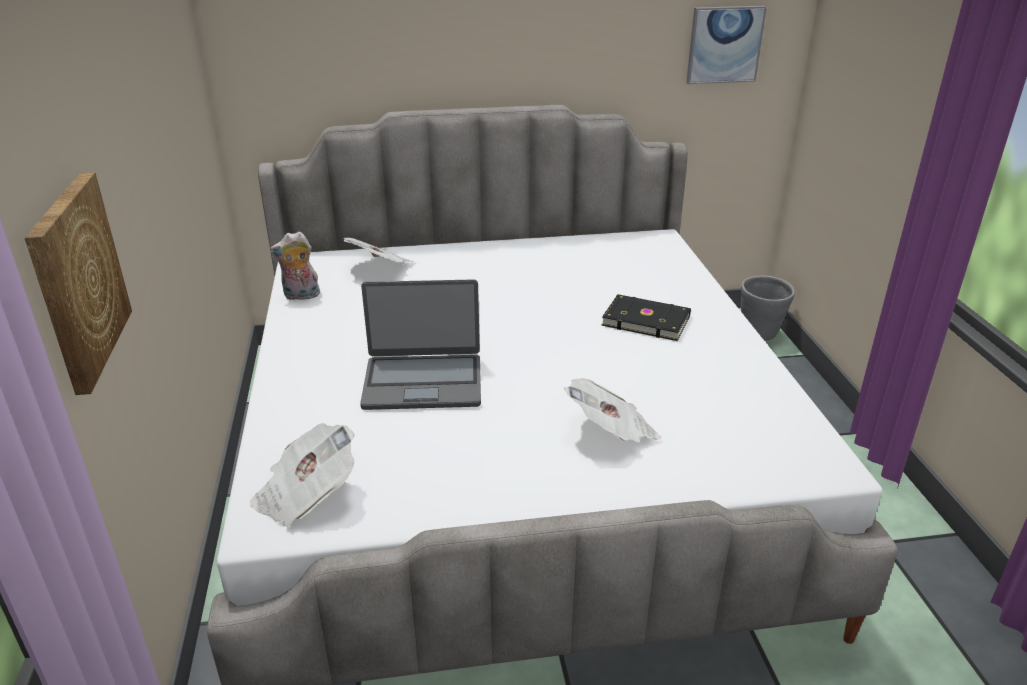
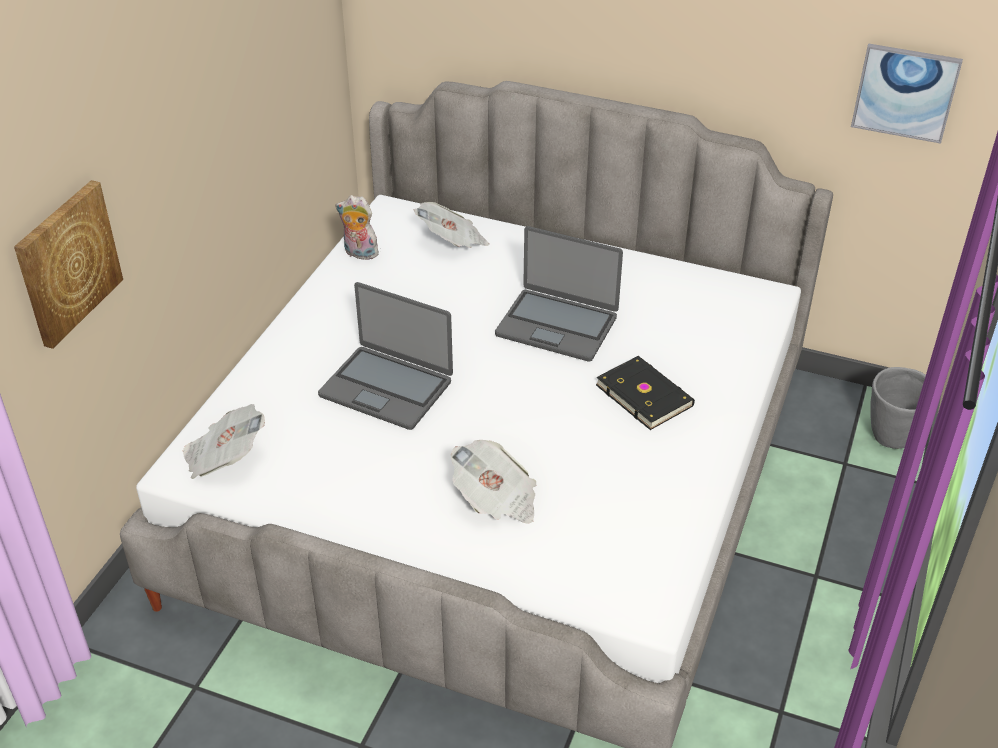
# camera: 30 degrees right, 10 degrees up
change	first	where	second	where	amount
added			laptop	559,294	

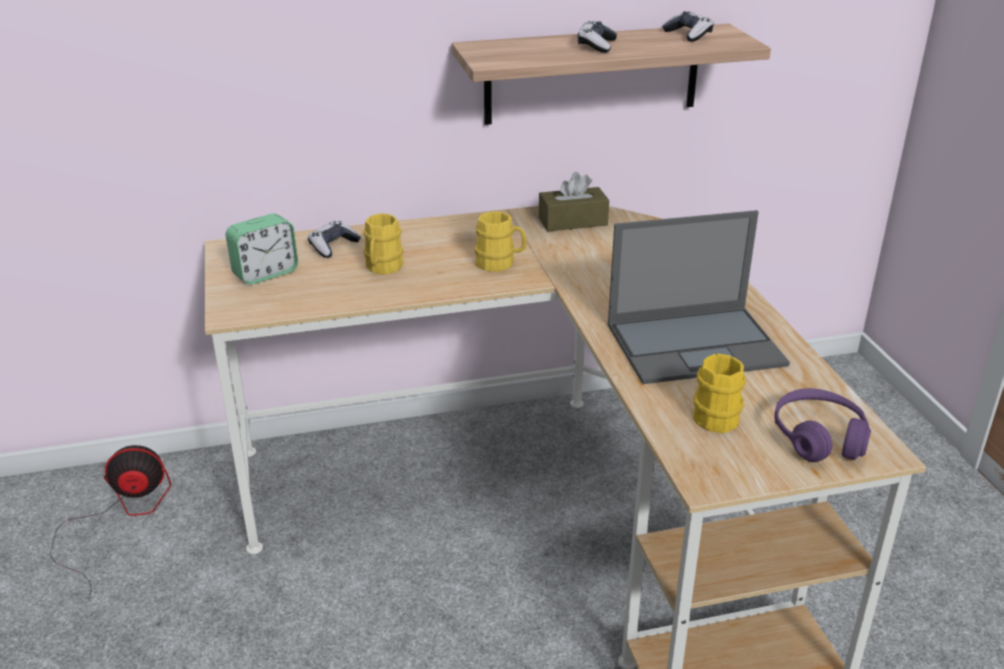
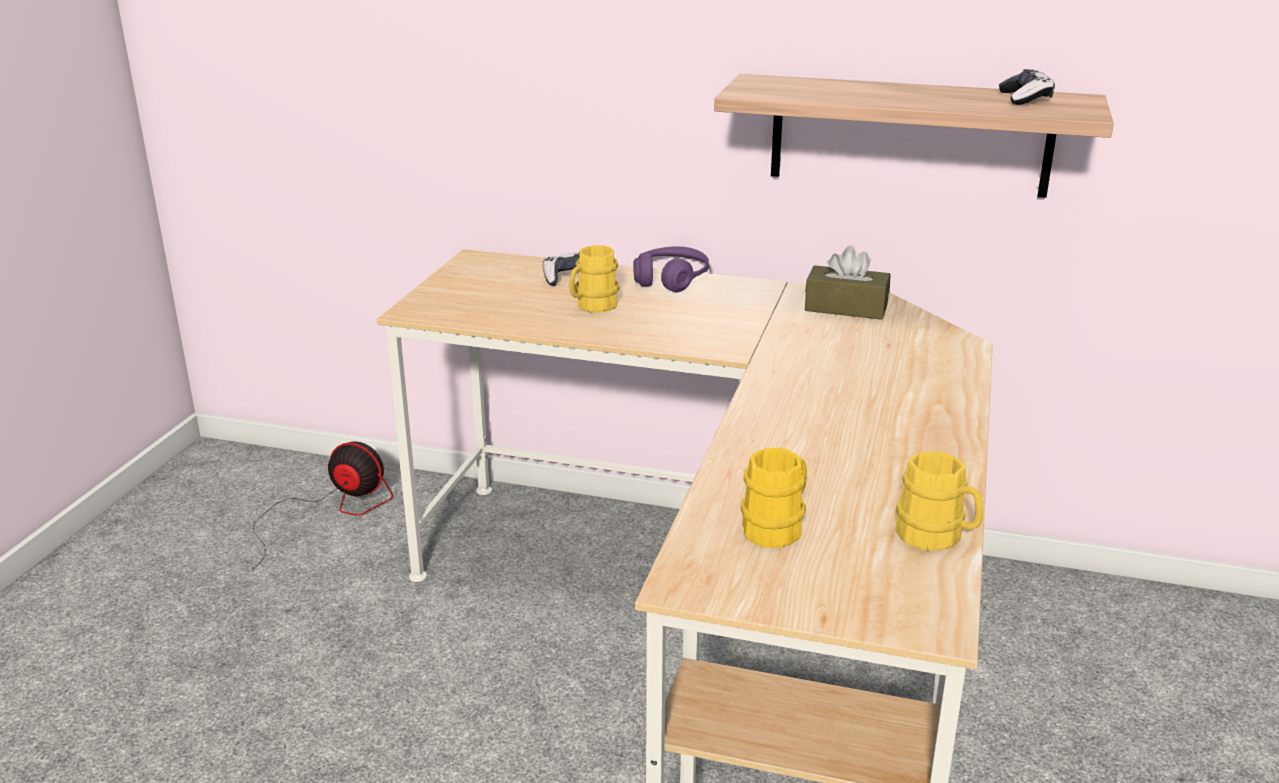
# camera: 30 degrees right, 5 degrees down
change	first	where	second	where	amount
removed	alarm clock	262,249			
removed	game controller	597,37			
removed	laptop	699,297			
moved	yellow mug	501,241		939,501	
moved	purple headphones	822,425		671,269	

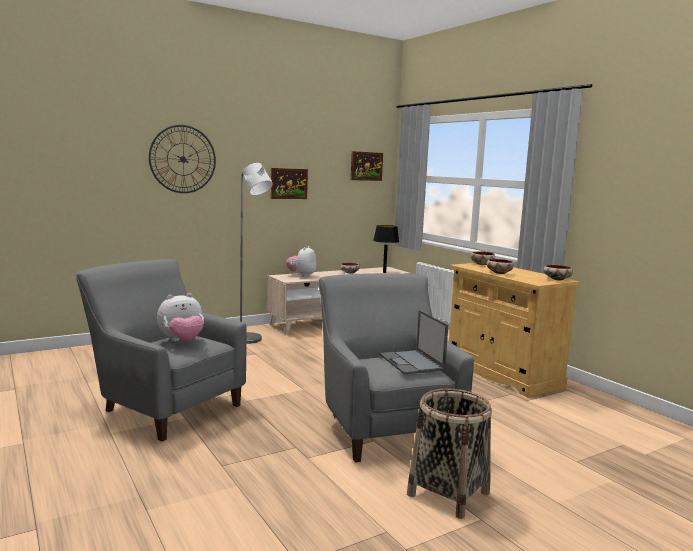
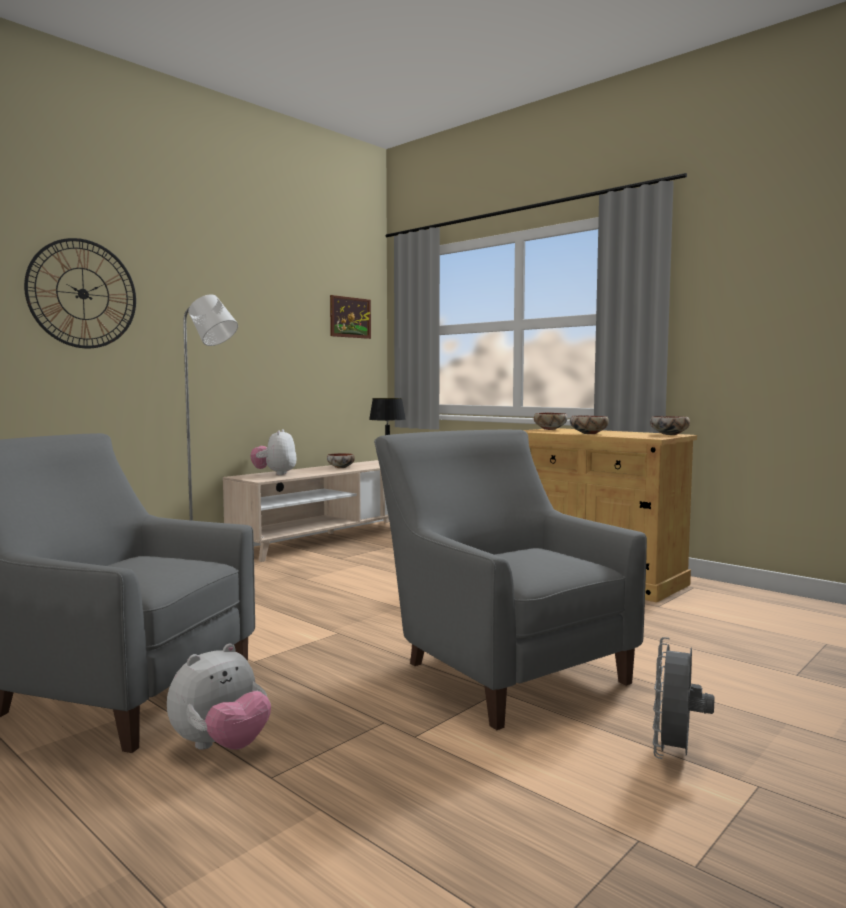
# camera: 15 degrees left, 5 degrees down
change	first	where	second	where	amount
removed	picture	289,183			
removed	laptop	414,342			
moved	plush toy	180,317		219,696	
replaced	basket	449,454	grey fan	684,698	

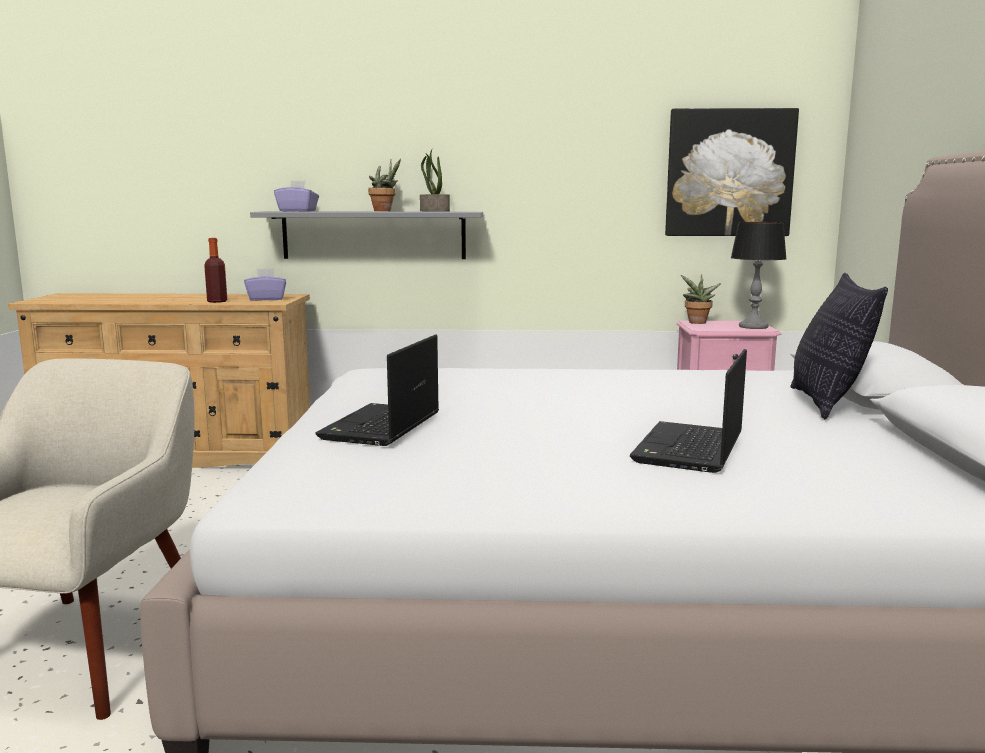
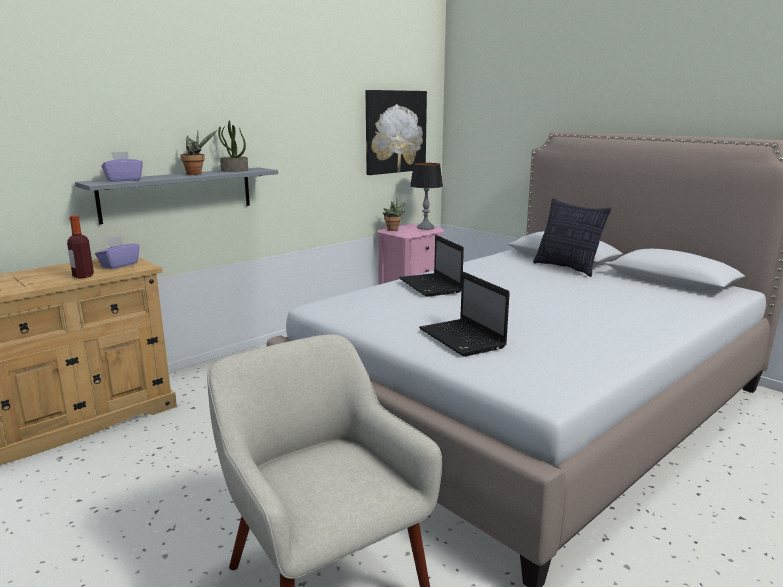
# camera: 45 degrees left, 5 degrees up
change	first	where	second	where	amount
moved	laptop	688,411		431,266	

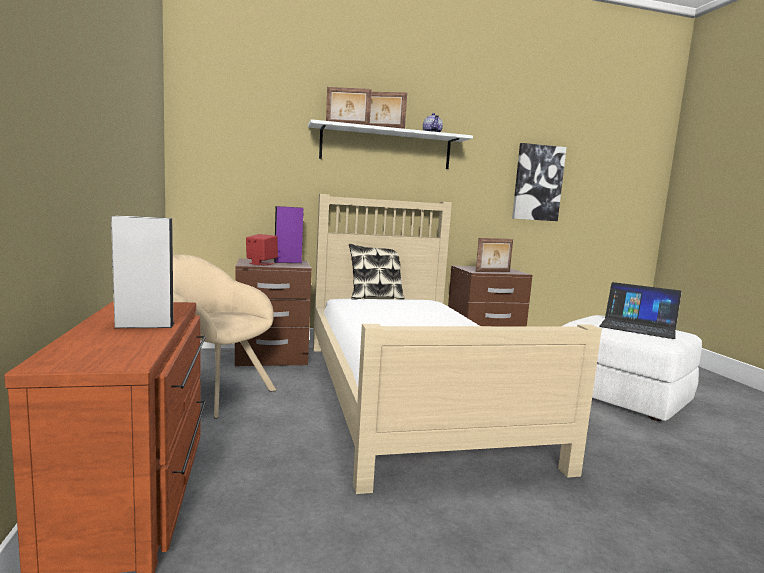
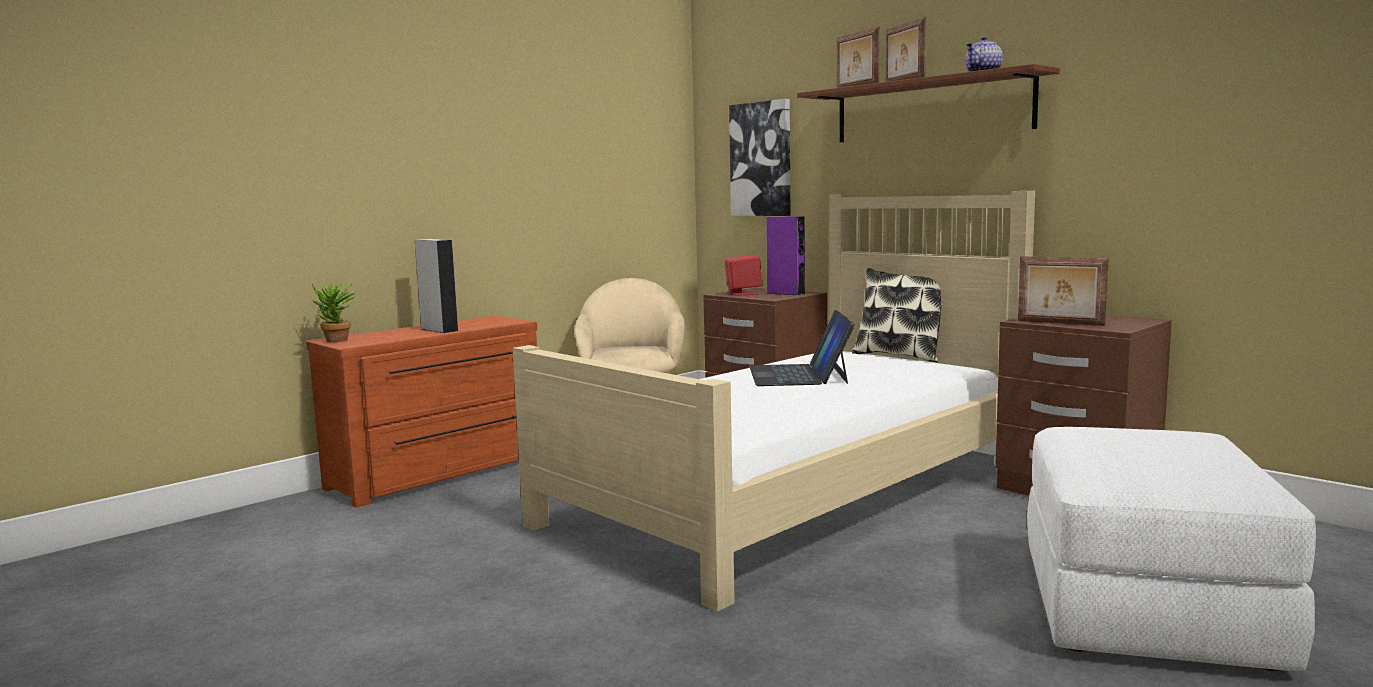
# camera: 60 degrees right, 0 degrees up
change	first	where	second	where	amount
added			potted plant	334,312	
moved	picture	539,182		759,157	
moved	laptop	641,310		802,348	
recoloured	white shelf	390,144	brown shelf	928,103	

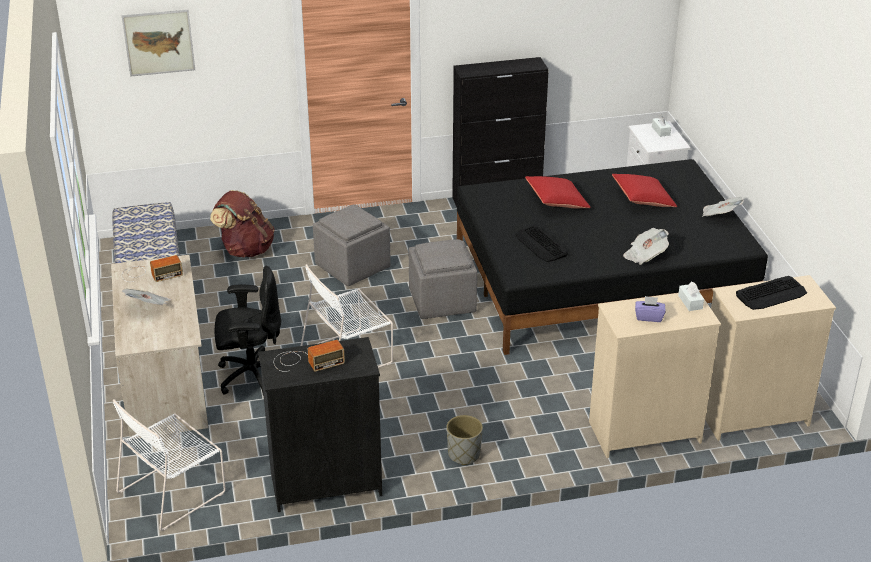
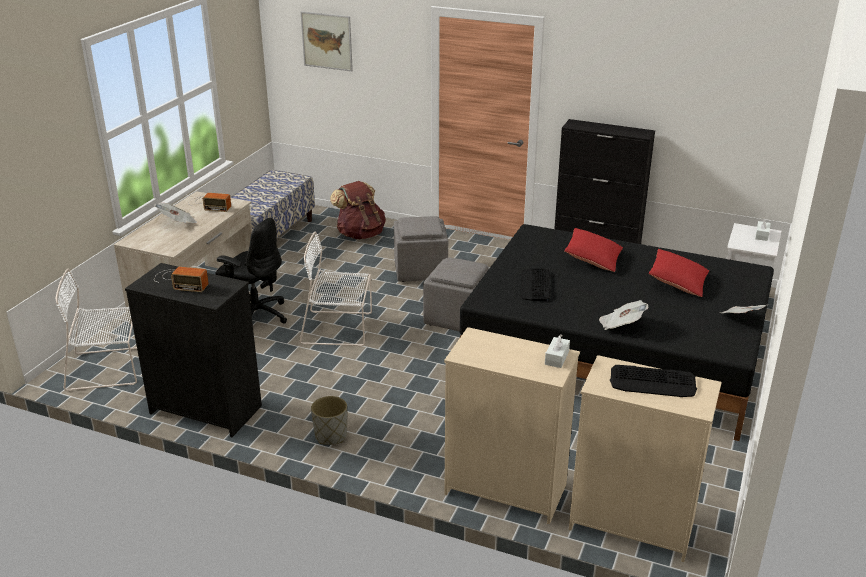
# camera: 35 degrees right, 5 degrees down
change	first	where	second	where	amount
removed	purple tissue box	650,309			

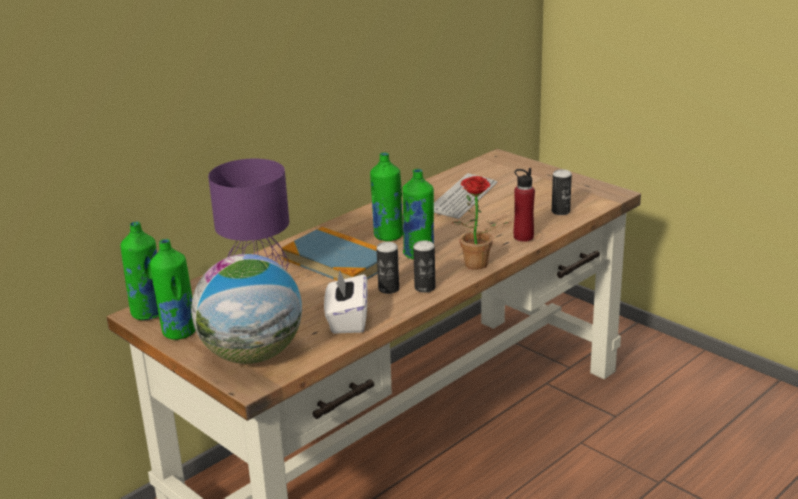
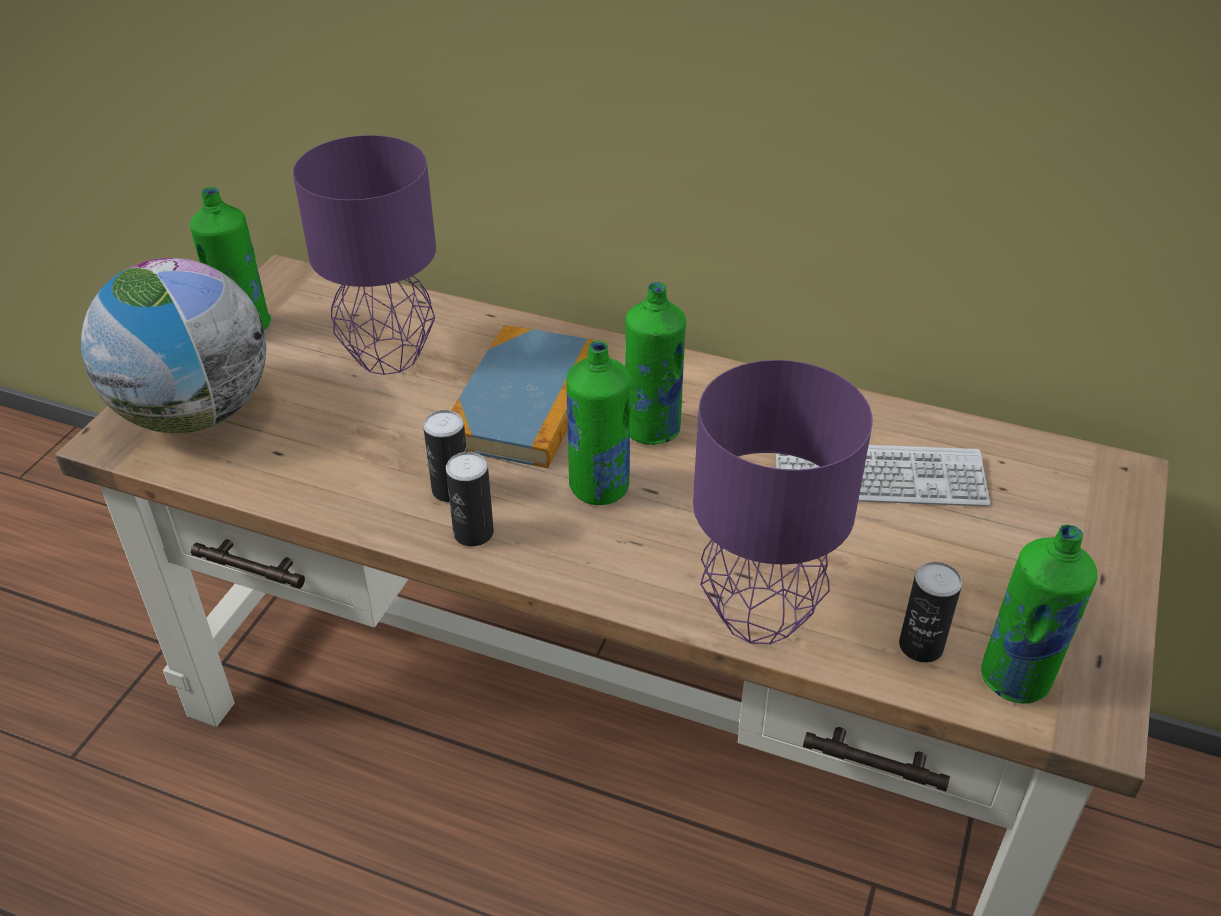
# camera: 65 degrees right, 15 degrees up
change	first	where	second	where	amount
removed	white tissue box	346,301			
removed	potted plant	480,223			
moved	green bottle	139,271		1039,613	
replaced	red bottle	524,205	purple table lamp	783,502	

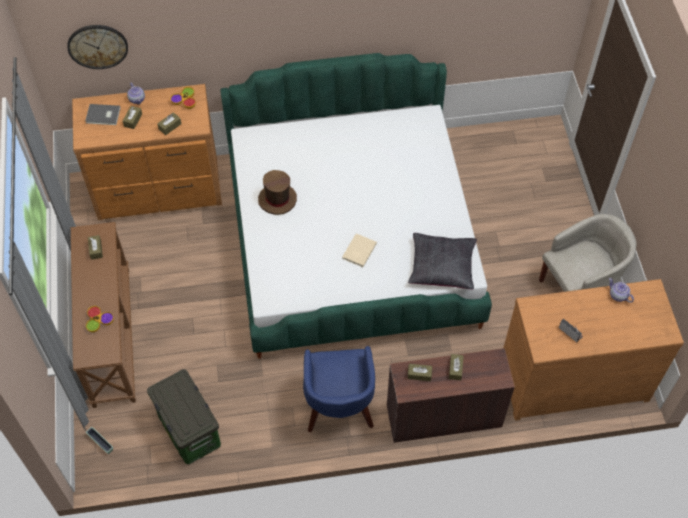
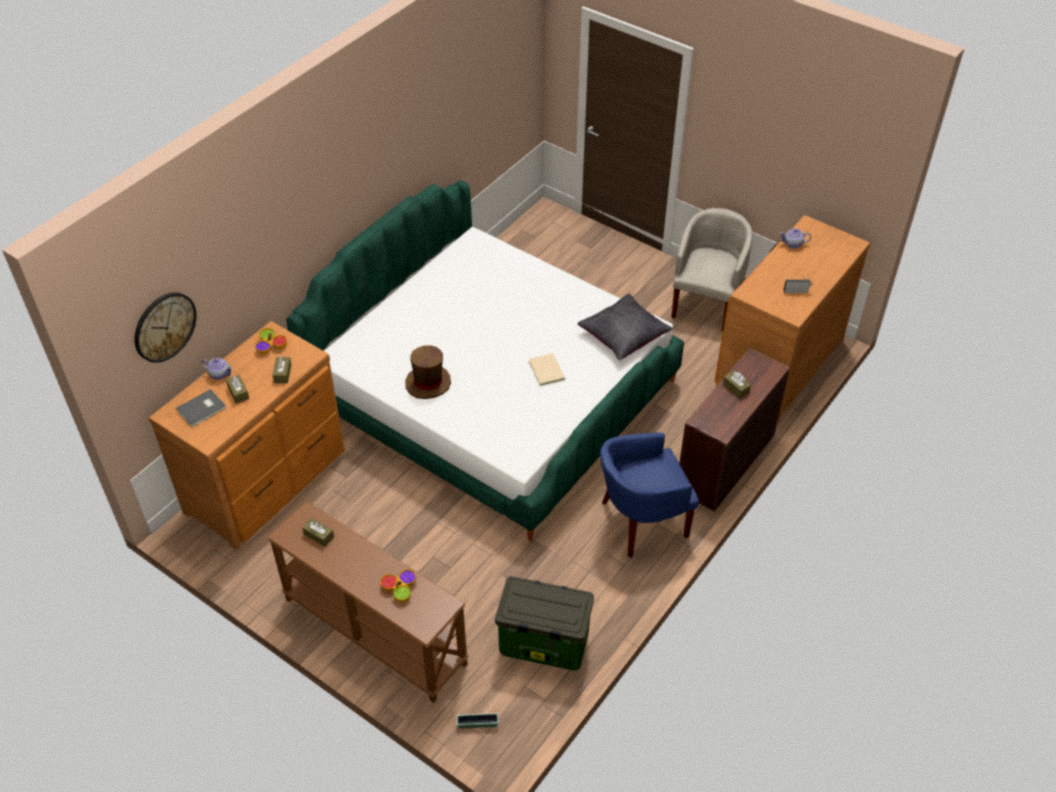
# camera: 45 degrees left, 10 degrees down
change	first	where	second	where	amount
removed	brown tissue box	420,372			
turned	blue armchair	339,389		649,495	120 degrees clockwise

